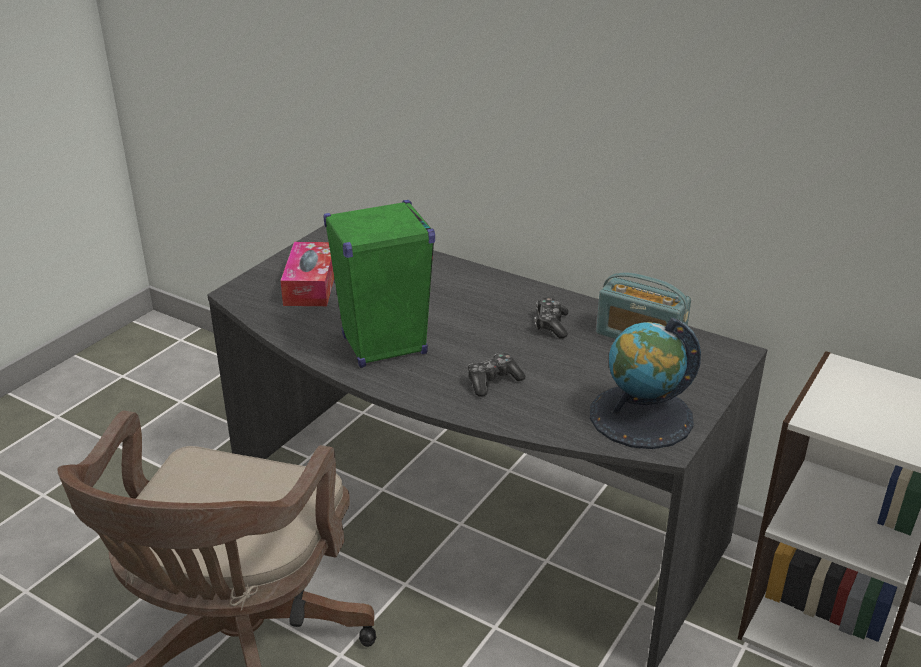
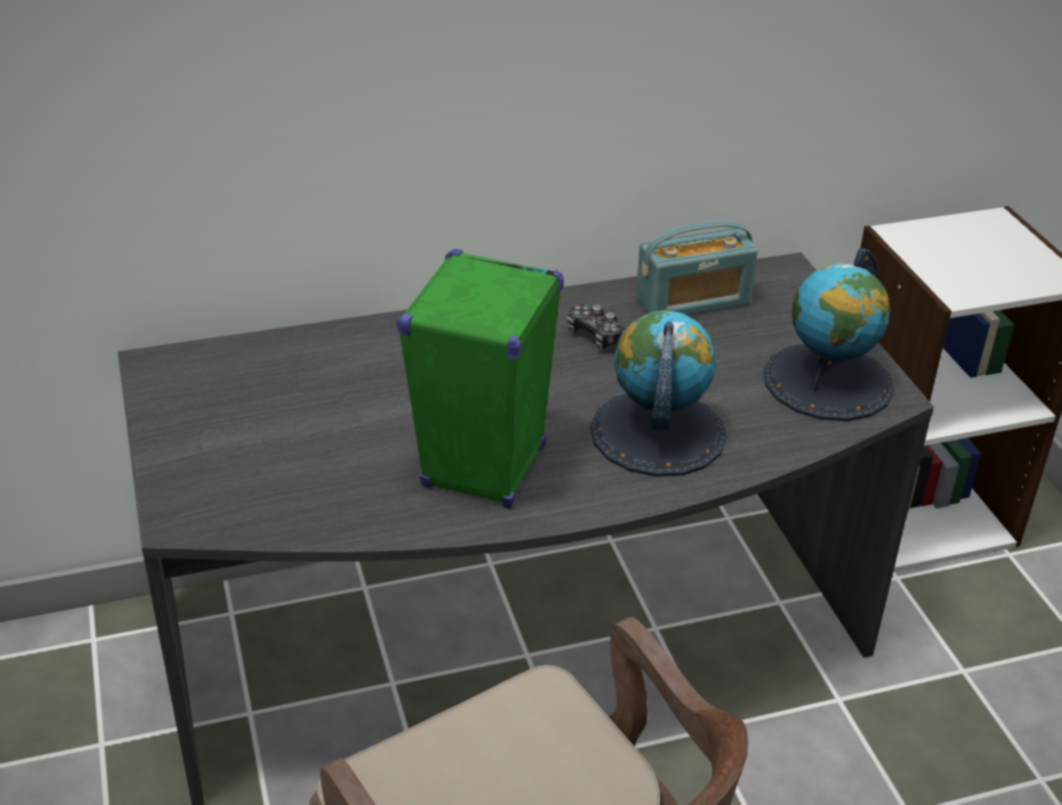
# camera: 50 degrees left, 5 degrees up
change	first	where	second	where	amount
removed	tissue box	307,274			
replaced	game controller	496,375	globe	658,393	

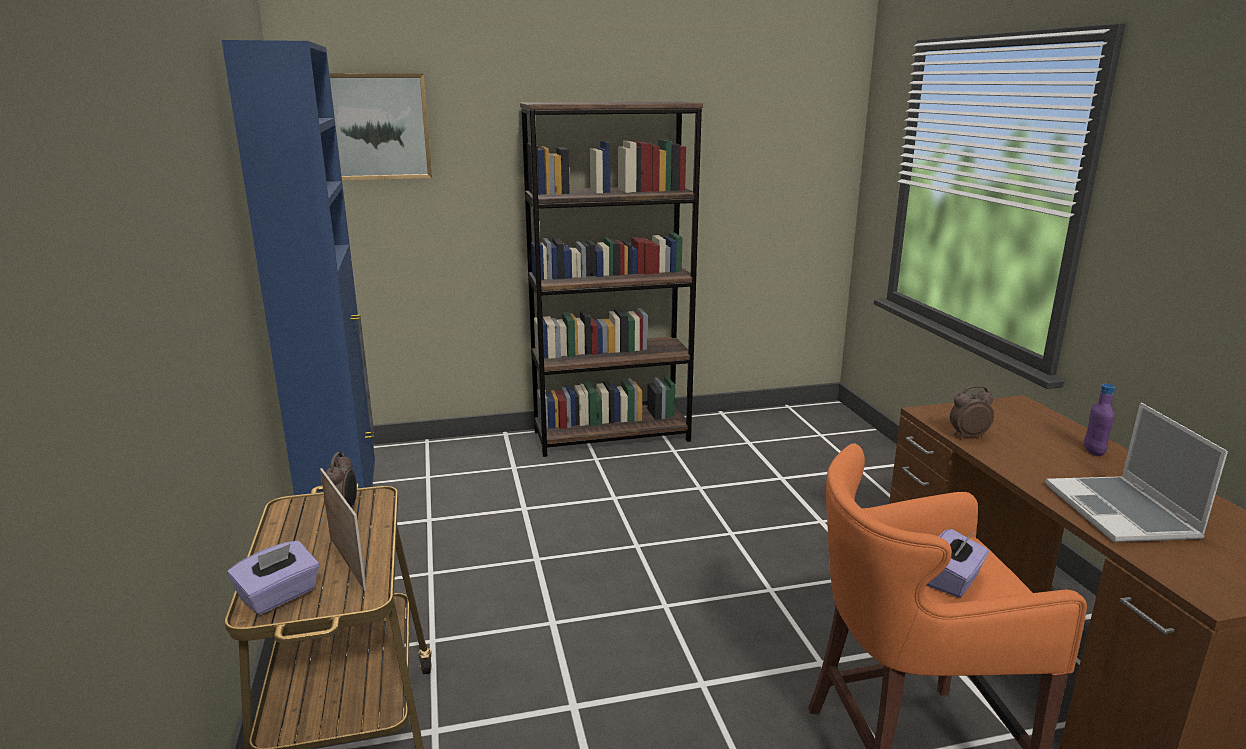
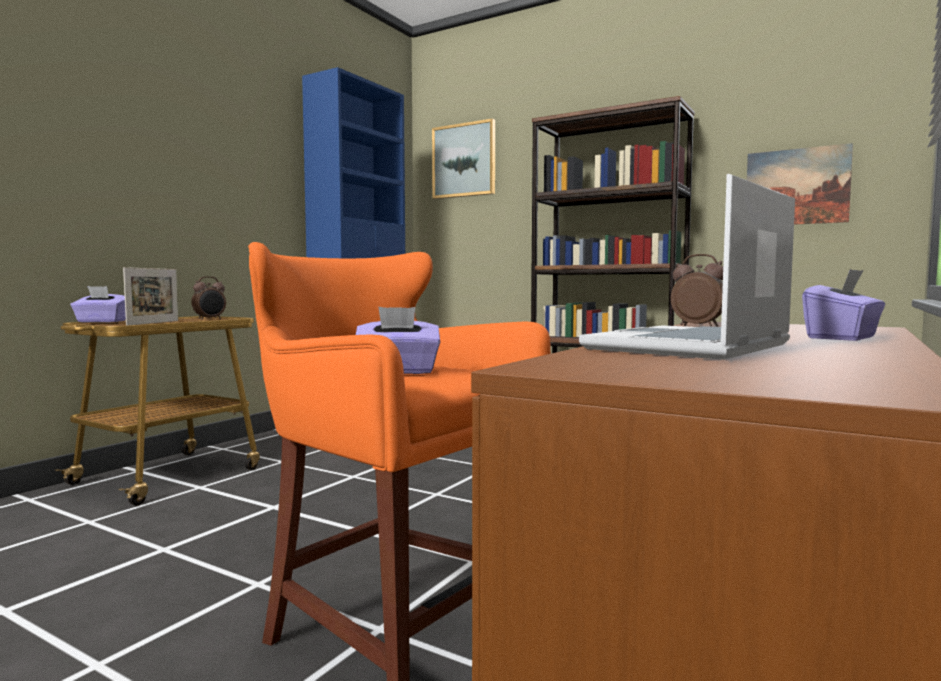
# camera: 45 degrees right, 15 degrees down
change	first	where	second	where	amount
added			picture	800,184	
replaced	purple bottle	1099,420	purple tissue box	843,305	

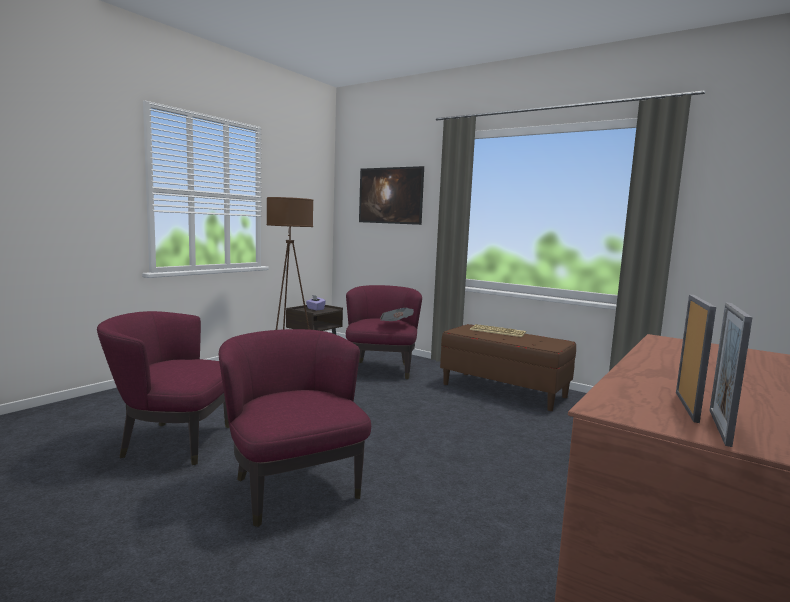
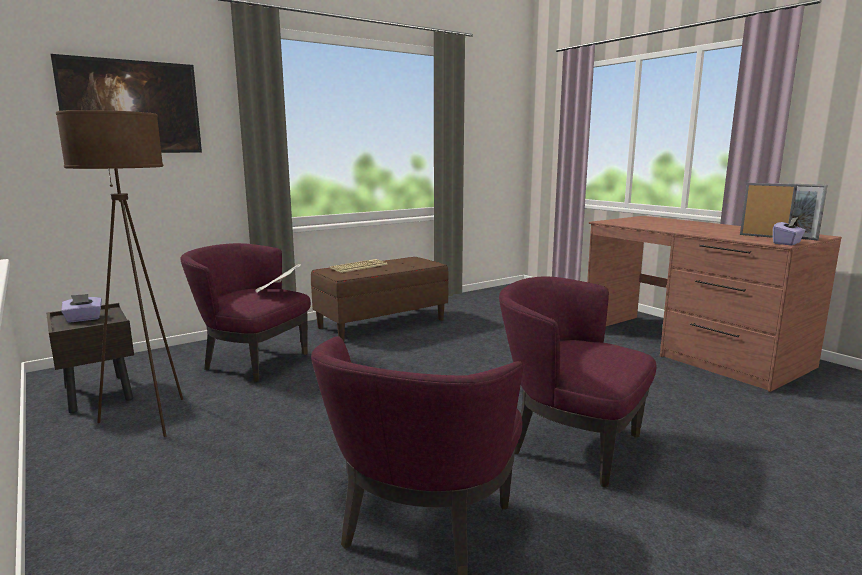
# camera: 70 degrees left, 5 degrees up
change	first	where	second	where	amount
added			purple tissue box	789,231	
turned	purple armchair	295,428		578,382	45 degrees clockwise

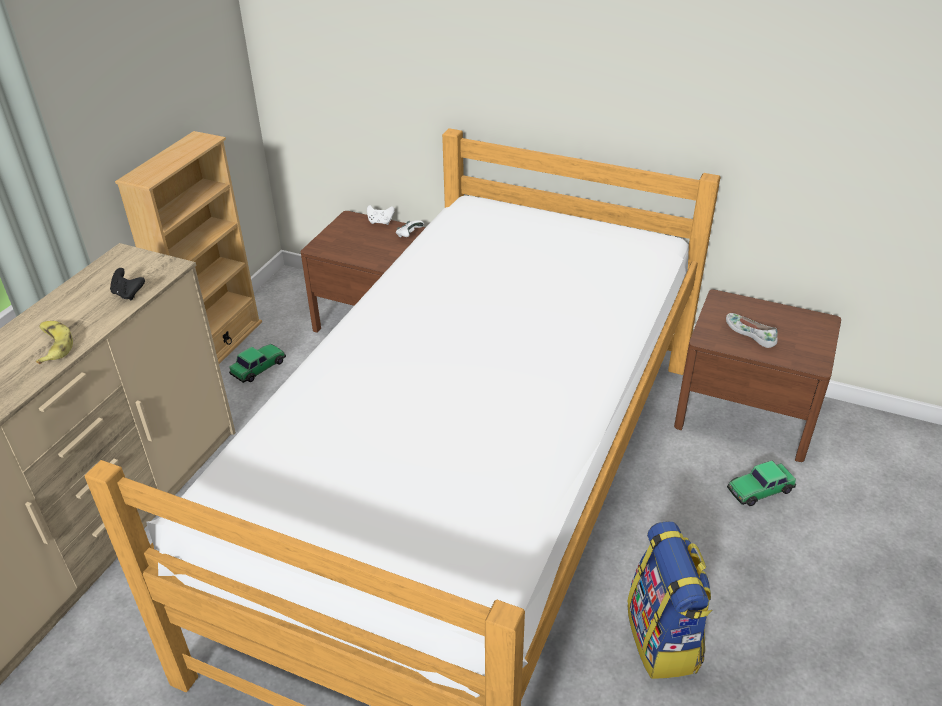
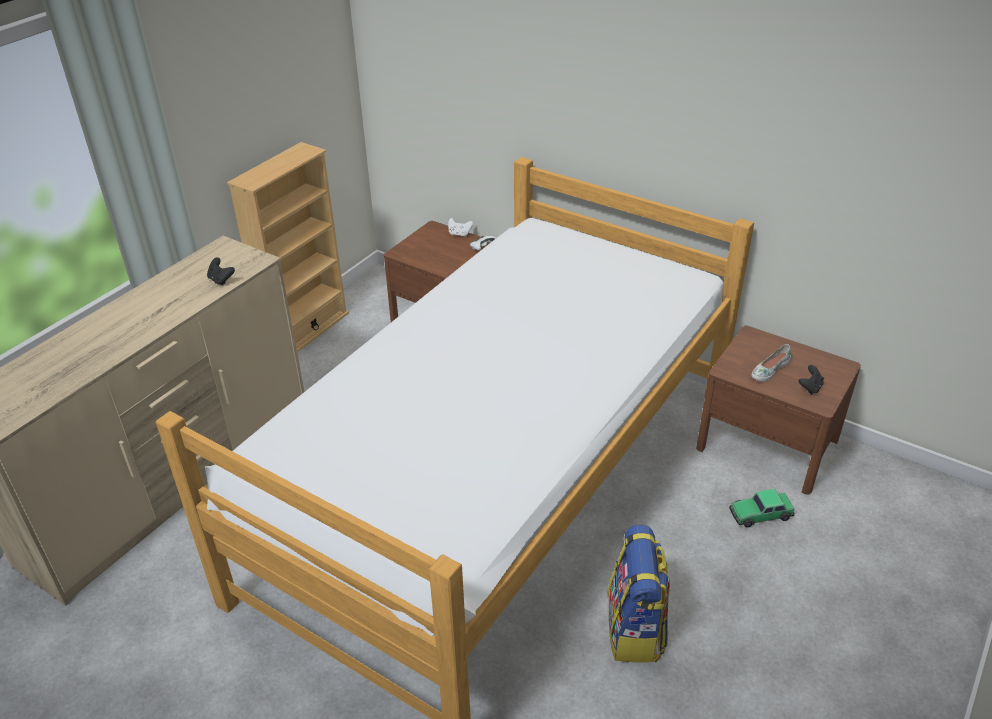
# camera: 10 degrees right, 0 degrees up
change	first	where	second	where	amount
removed	banana	54,342			
removed	toy car	257,363			
added			black game controller	811,380	
turned	white shoe	752,330		771,363	105 degrees counterclockwise

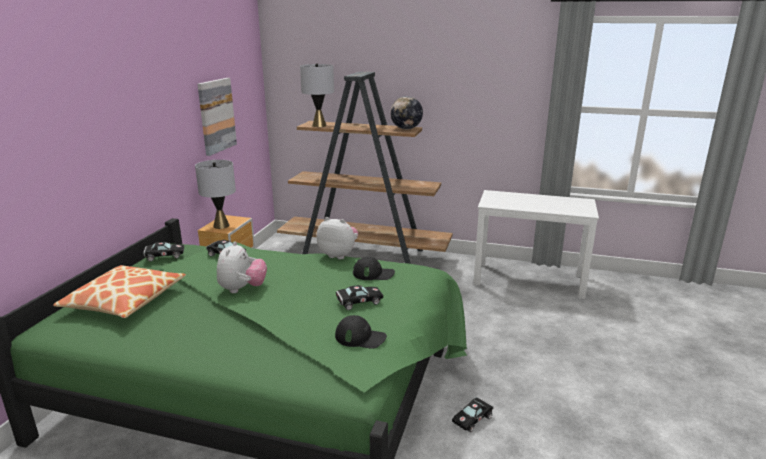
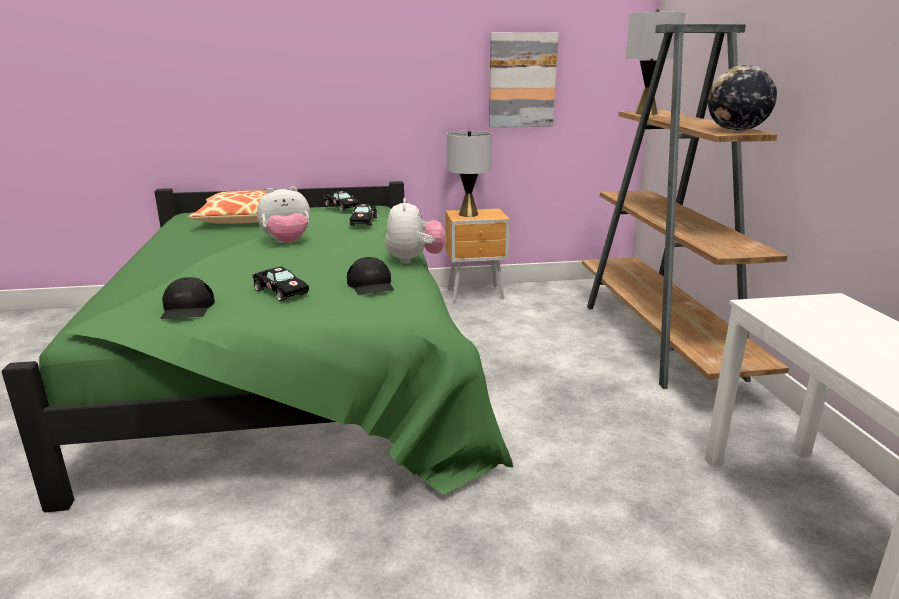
# camera: 65 degrees right, 0 degrees up
change	first	where	second	where	amount
removed	black toy car	472,414			

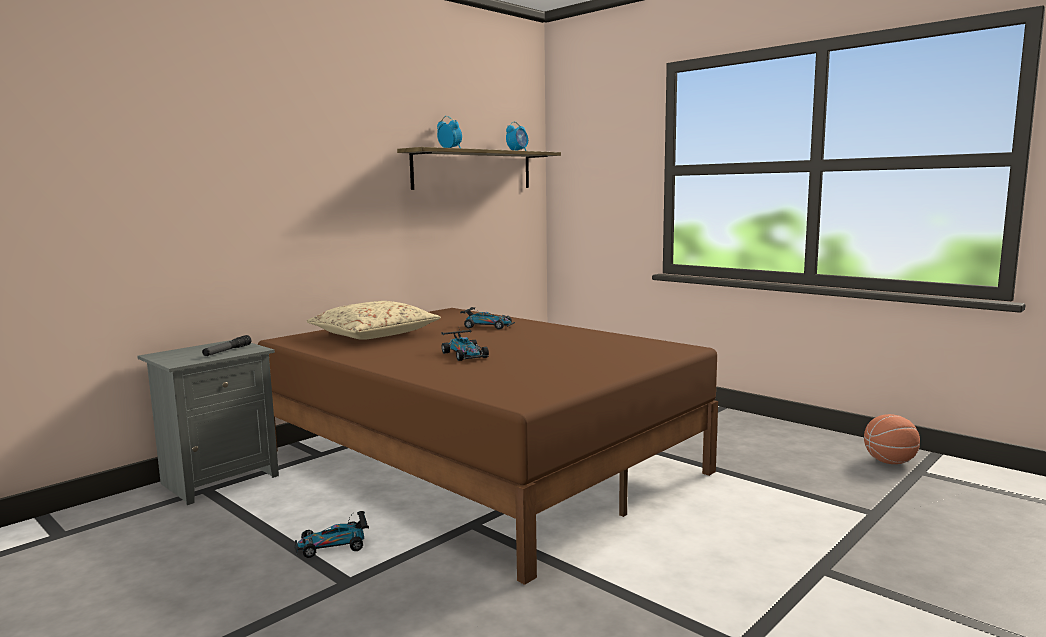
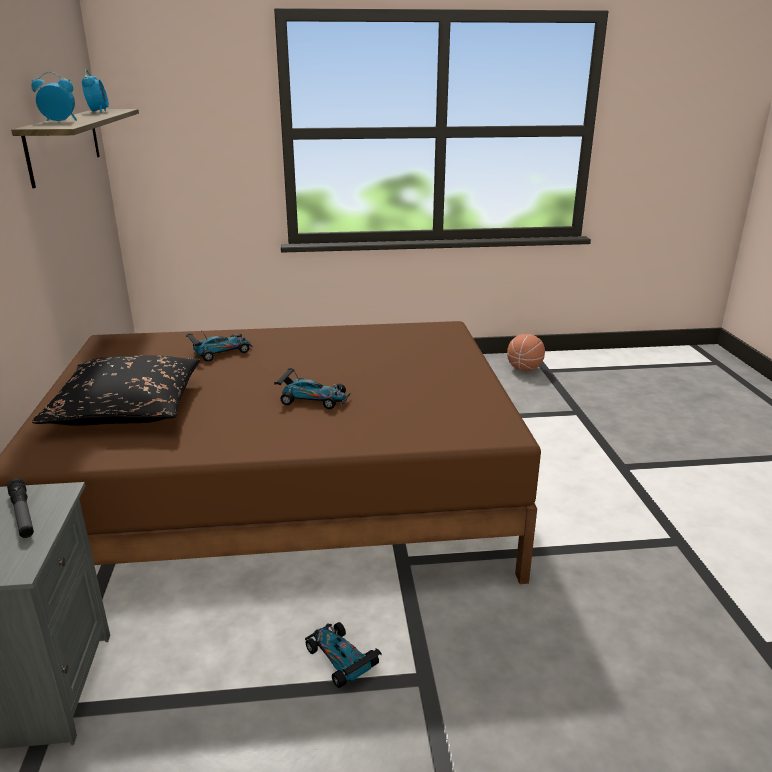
# camera: 50 degrees left, 15 degrees up
change	first	where	second	where	amount
recoloured	beige pillow	373,320	black pillow	116,391	
turned	toy car	331,534		343,655	120 degrees clockwise

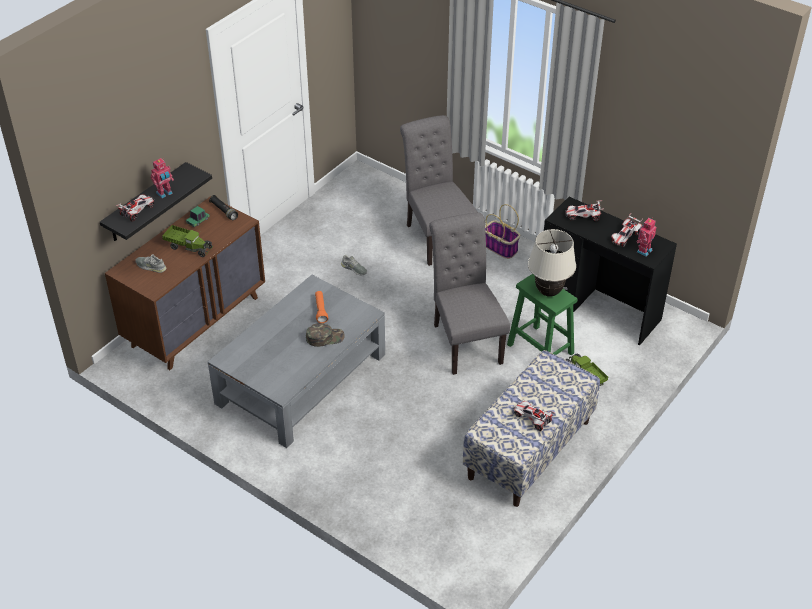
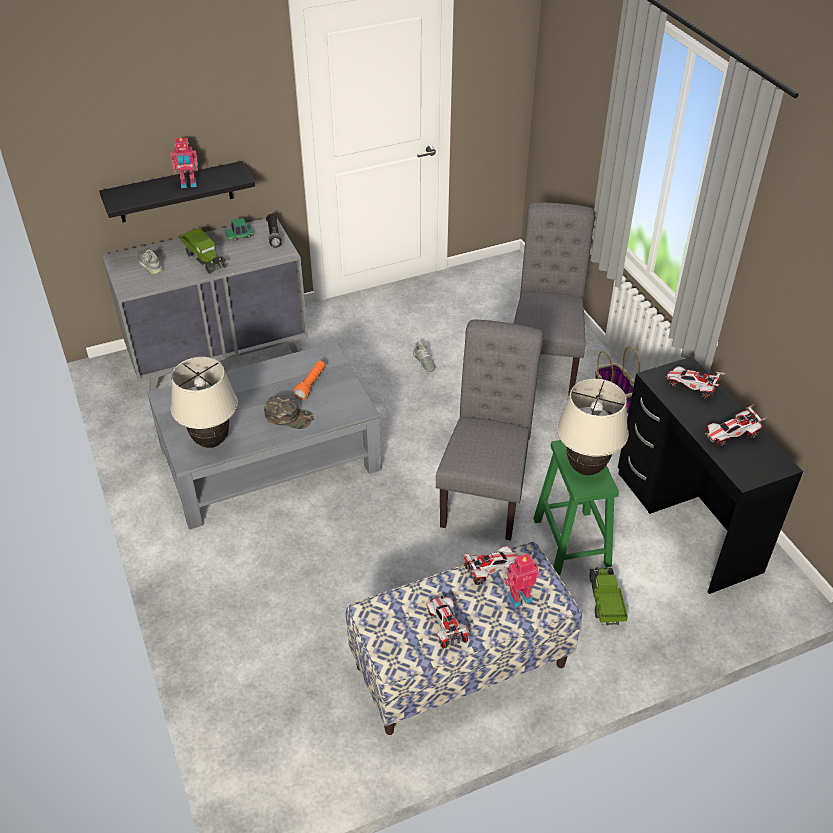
# camera: 30 degrees right, 0 degrees up
change	first	where	second	where	amount
added			beige table lamp	204,402	
moved	toy car	135,208		490,565	
moved	toy robot	646,237		522,580	
recoloured	brown dresser	185,283	grey dresser	205,305	

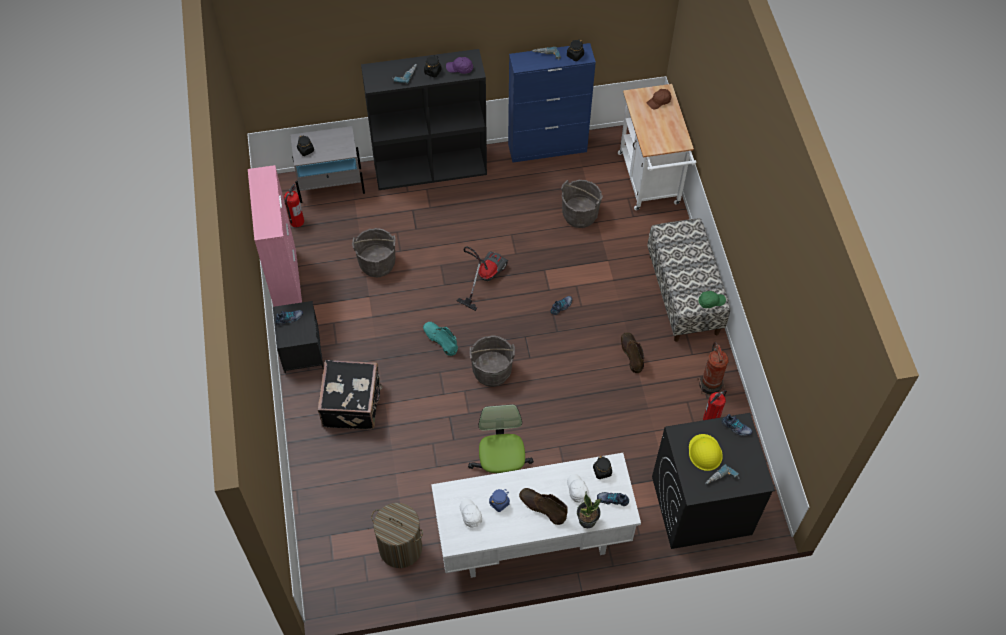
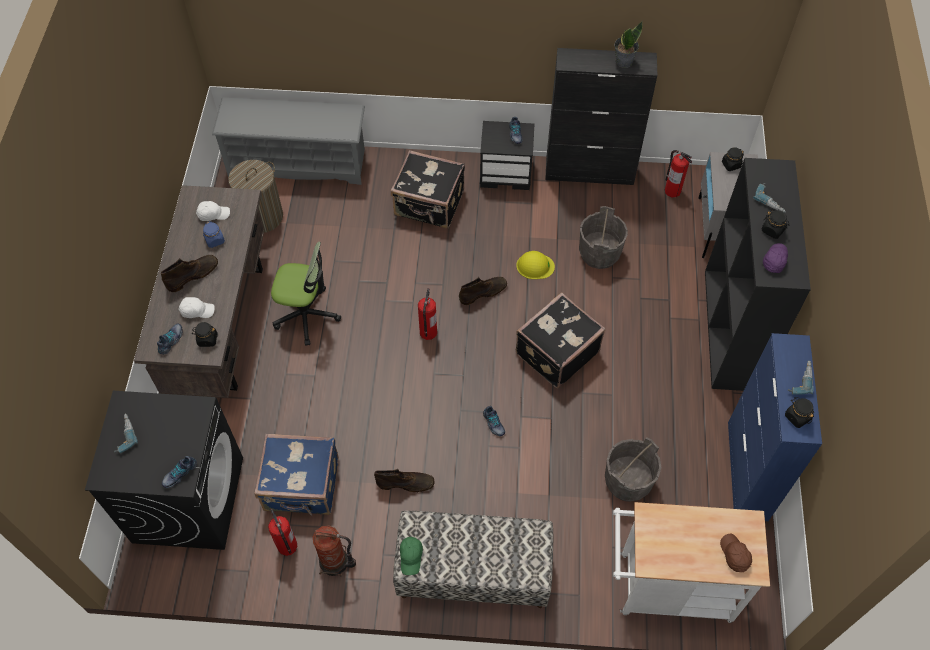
# camera: 105 degrees right, 0 degrees up
change	first	where	second	where	amount
added			grey shoe rack	288,141	
added			blue suitcase	296,475	
moved	potted plant	589,509		628,44	
moved	yellow hard hat	706,452		535,265	
replaced	vacuum cleaner	482,279	black suitcase	561,340	
replaced	grey bucket	492,361	fire extinguisher	427,314	
recoloured	pink cabinet	275,236	black cabinet	601,116	
recoloured	turquoise boot	440,339	brown boot	483,291	
recoloured	white desk	536,515	brown desk	199,291	

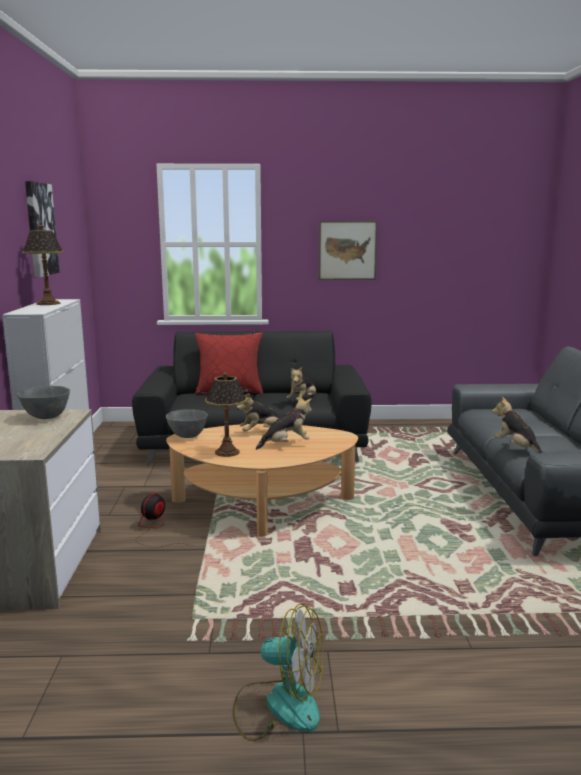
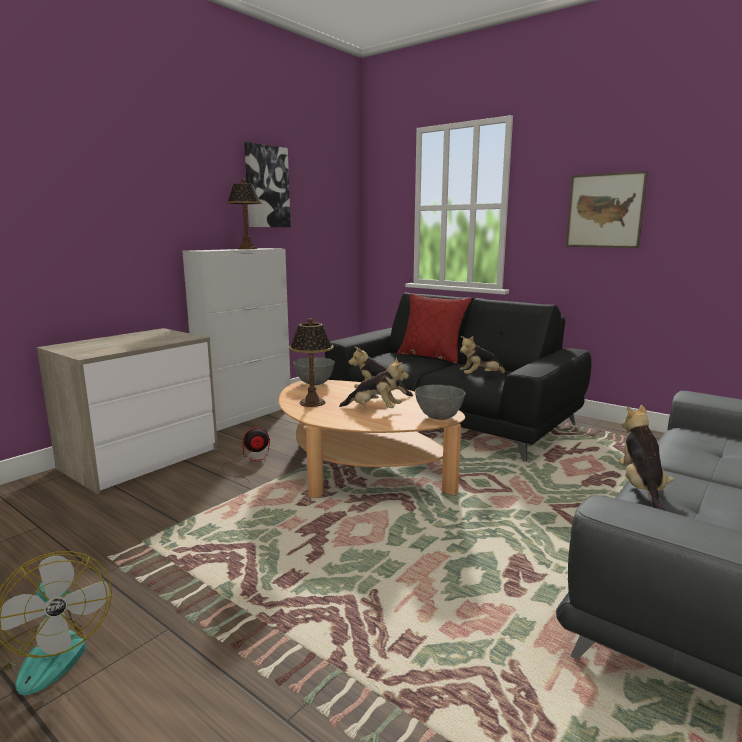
# camera: 40 degrees right, 0 degrees up
change	first	where	second	where	amount
moved	grey bowl	43,402		440,402	

